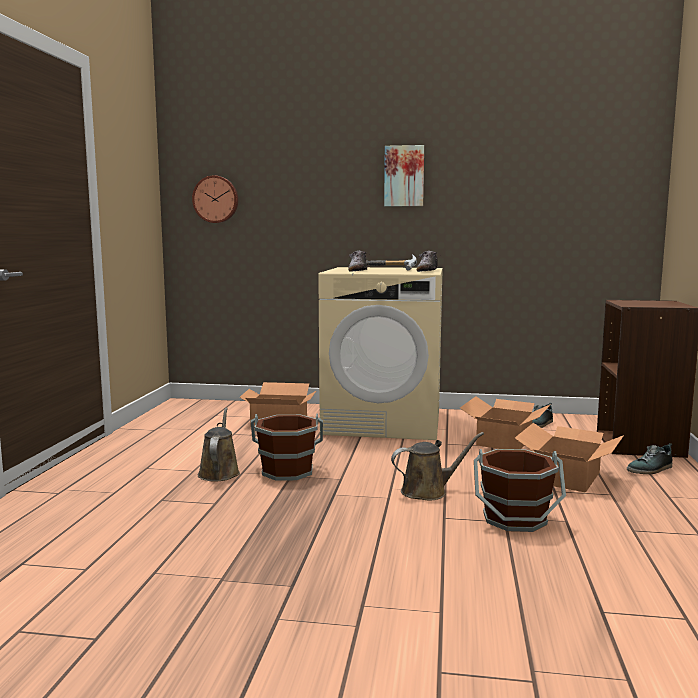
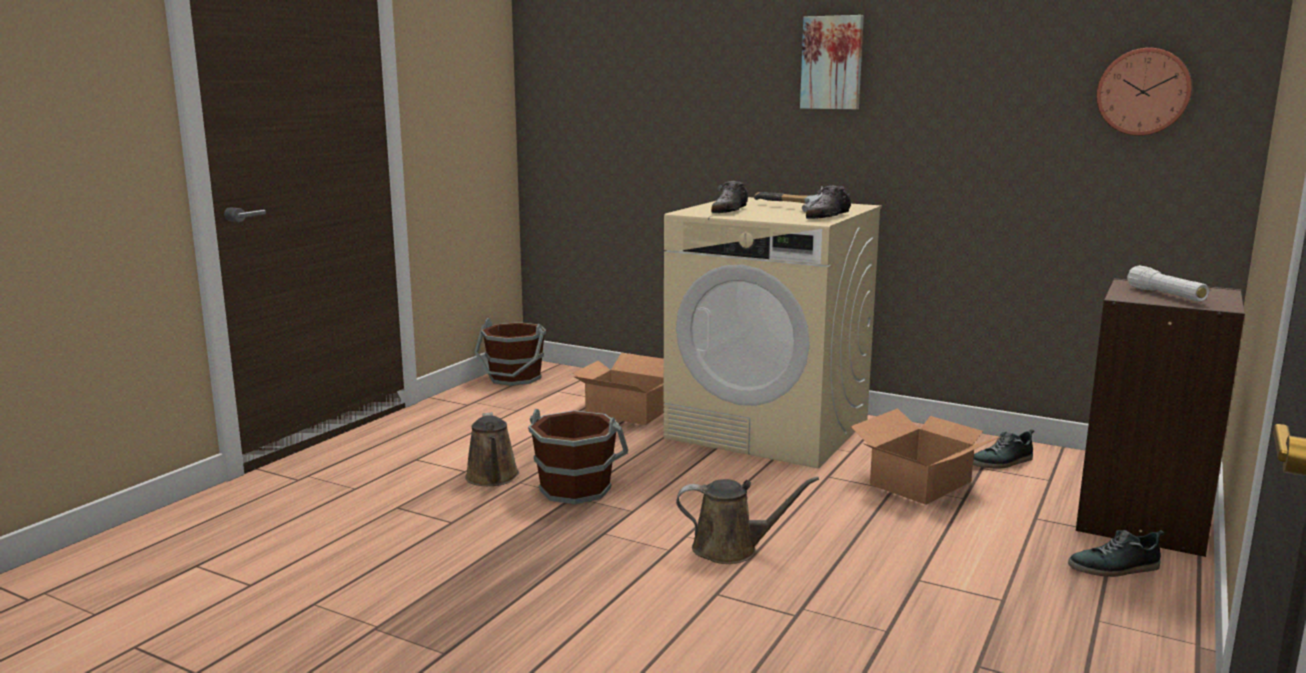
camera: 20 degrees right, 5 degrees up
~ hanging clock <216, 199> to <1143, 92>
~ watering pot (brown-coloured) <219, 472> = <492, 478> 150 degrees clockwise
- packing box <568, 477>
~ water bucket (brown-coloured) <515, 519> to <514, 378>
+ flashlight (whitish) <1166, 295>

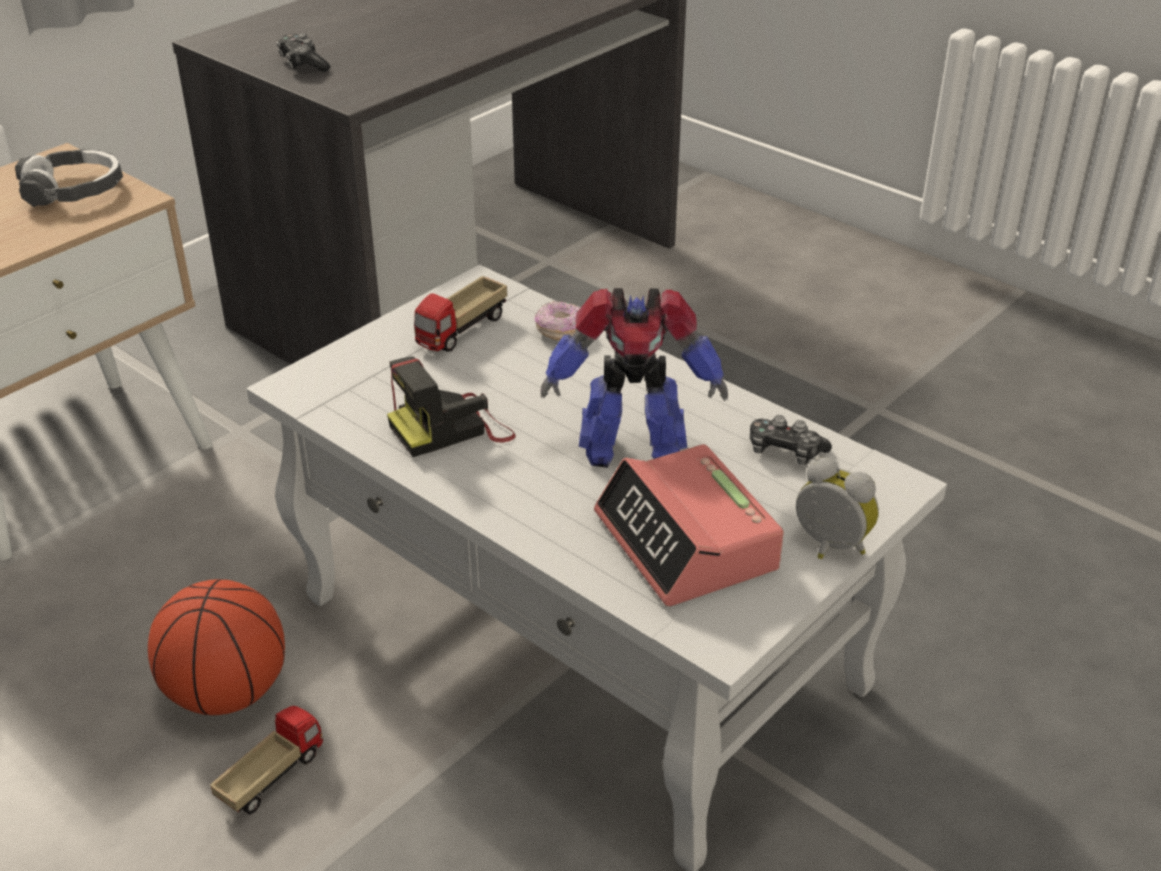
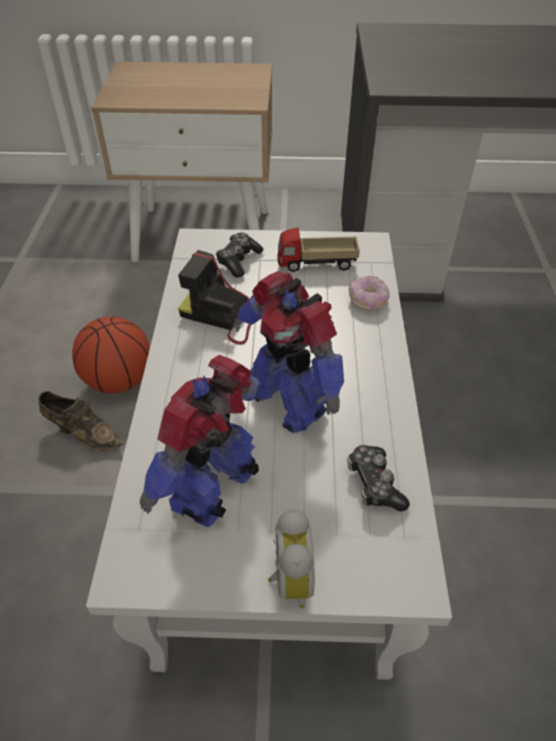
camera: 50 degrees right, 10 degrees up
~ joypad <303, 64> to <238, 261>
- pair of headphones <73, 190>
~ bedside clock <686, 542> to model robot <217, 488>
~ model truck <271, 776> to low shoe (brown-coloured) <82, 433>

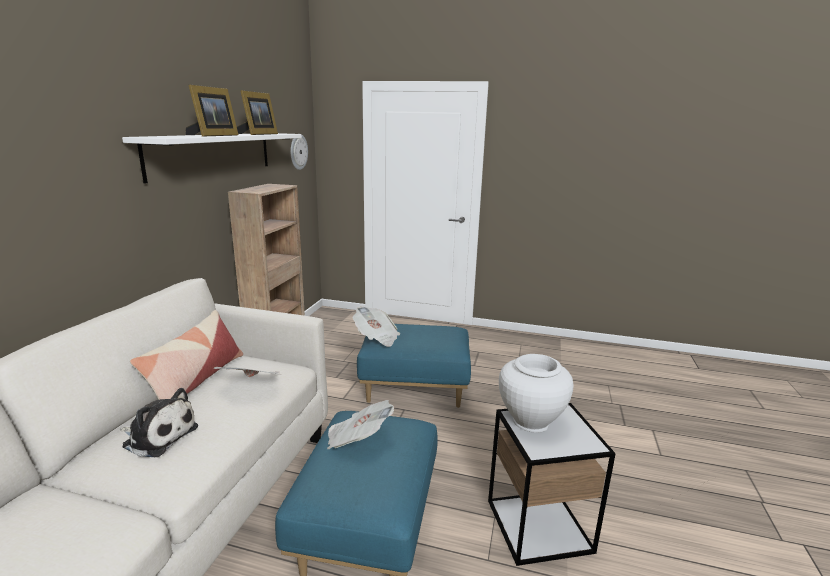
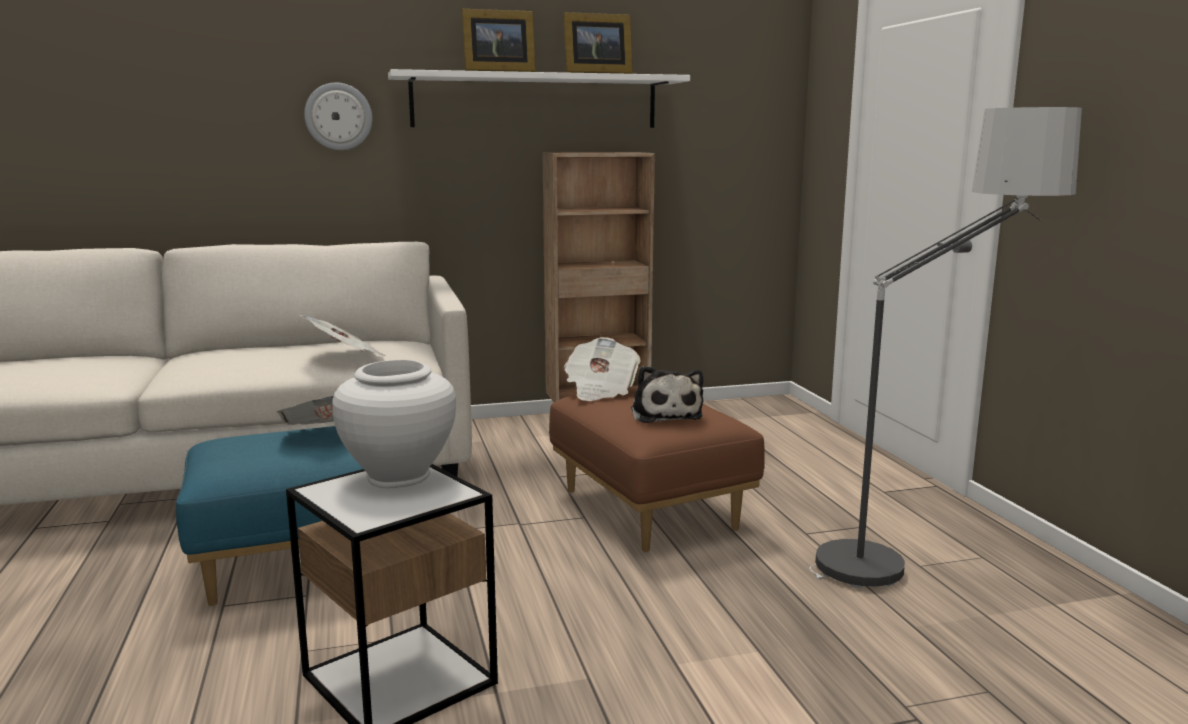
camera: 60 degrees right, 5 degrees down
~ hanging clock <298, 151> to <338, 116>
- pillow <196, 380>
~ ottoman (bluish) <415, 389> to ottoman (brown-coloured) <651, 510>
~ soft toy <158, 436> to <665, 414>
+ standard lamp <917, 559>

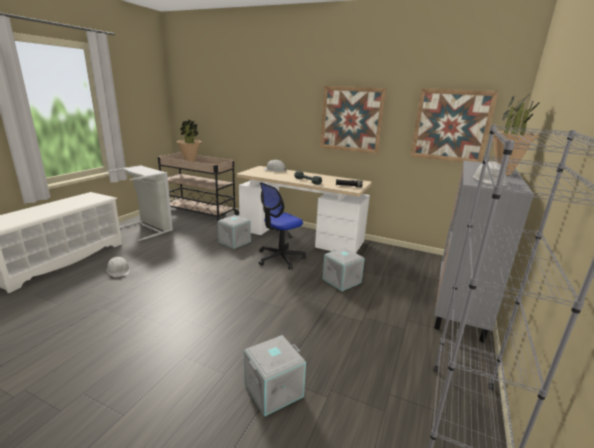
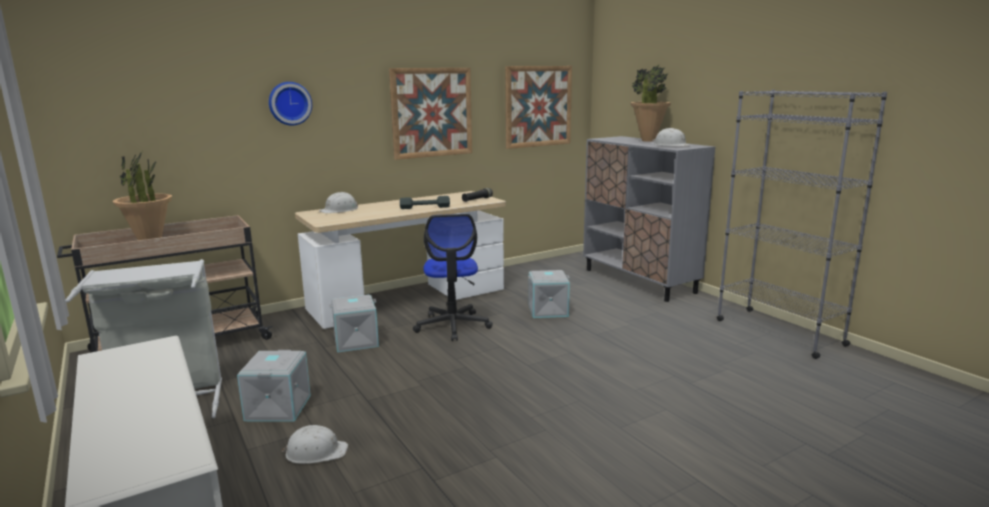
camera: 55 degrees left, 5 degrees down
~ storage container (gray) <273, 389> to <277, 407>
+ hanging clock <289, 103>

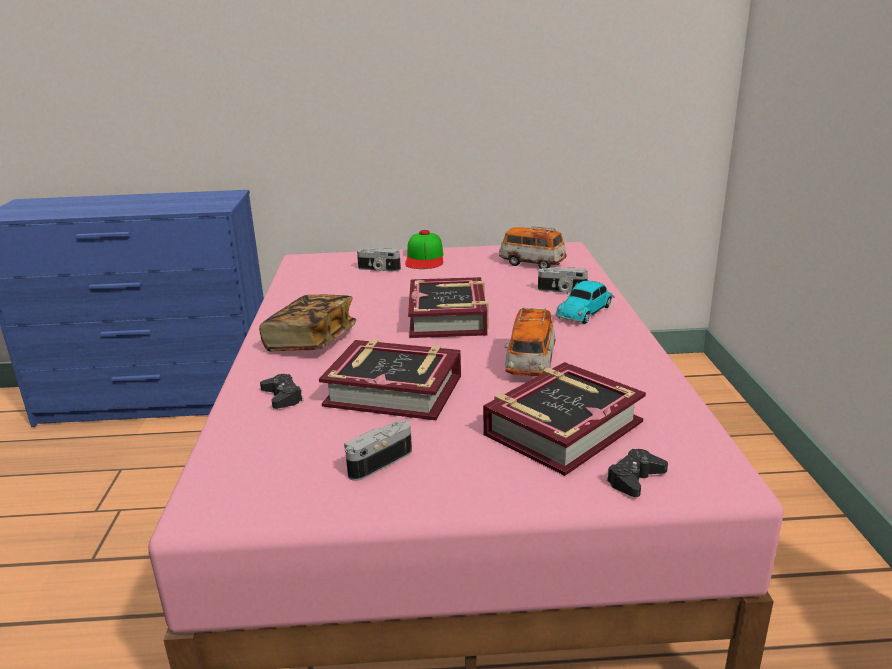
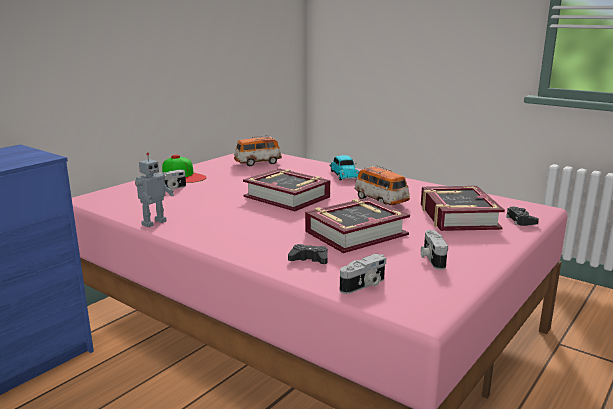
camera: 50 degrees left, 5 degrees down
~ photo camera <562, 290> to <364, 285>
- bound book <311, 341>
+ model robot <153, 222>

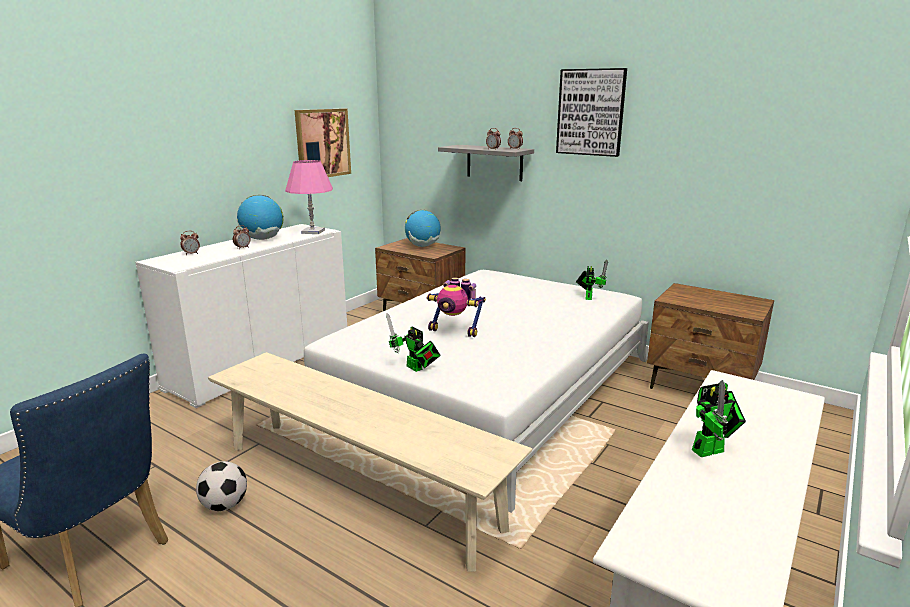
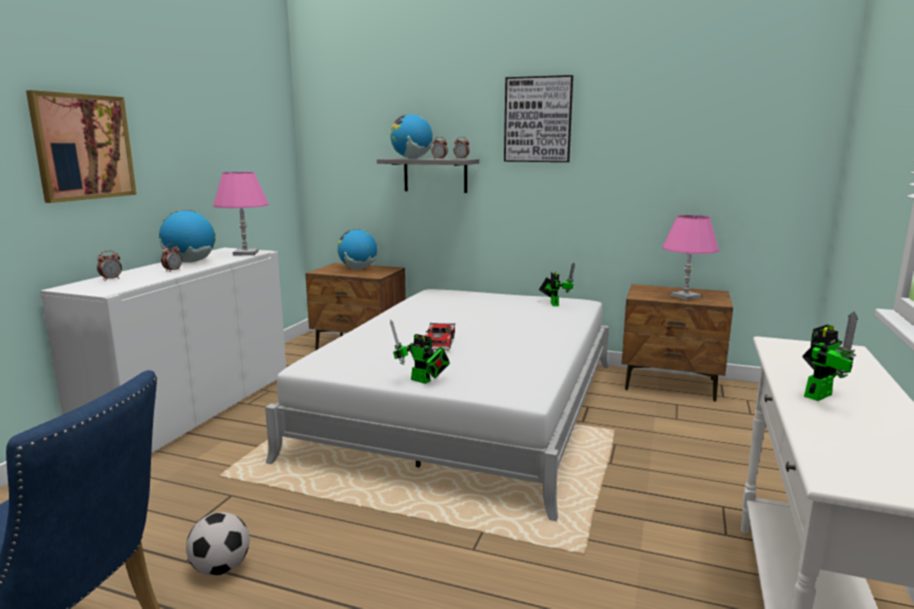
camera: 15 degrees left, 5 degrees down
~ wall picture <322, 143> to <83, 147>
~ model robot <455, 331> to model car <441, 343>
- indoor bench (sand-coloured) <357, 485>
+ globe <411, 158>
+ lamp for a table (pink-coloured) <685, 296>

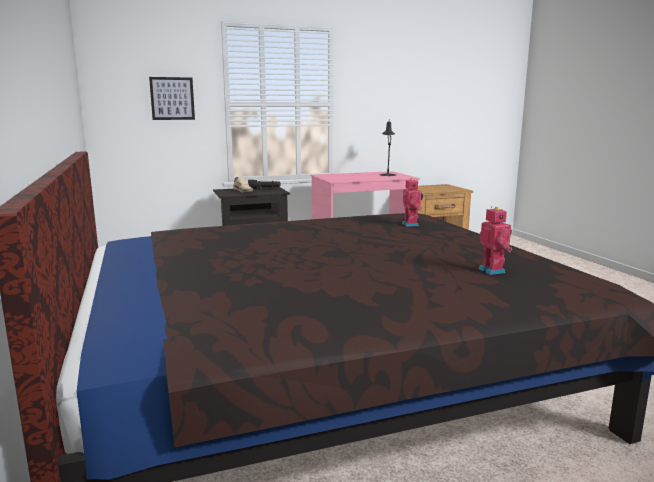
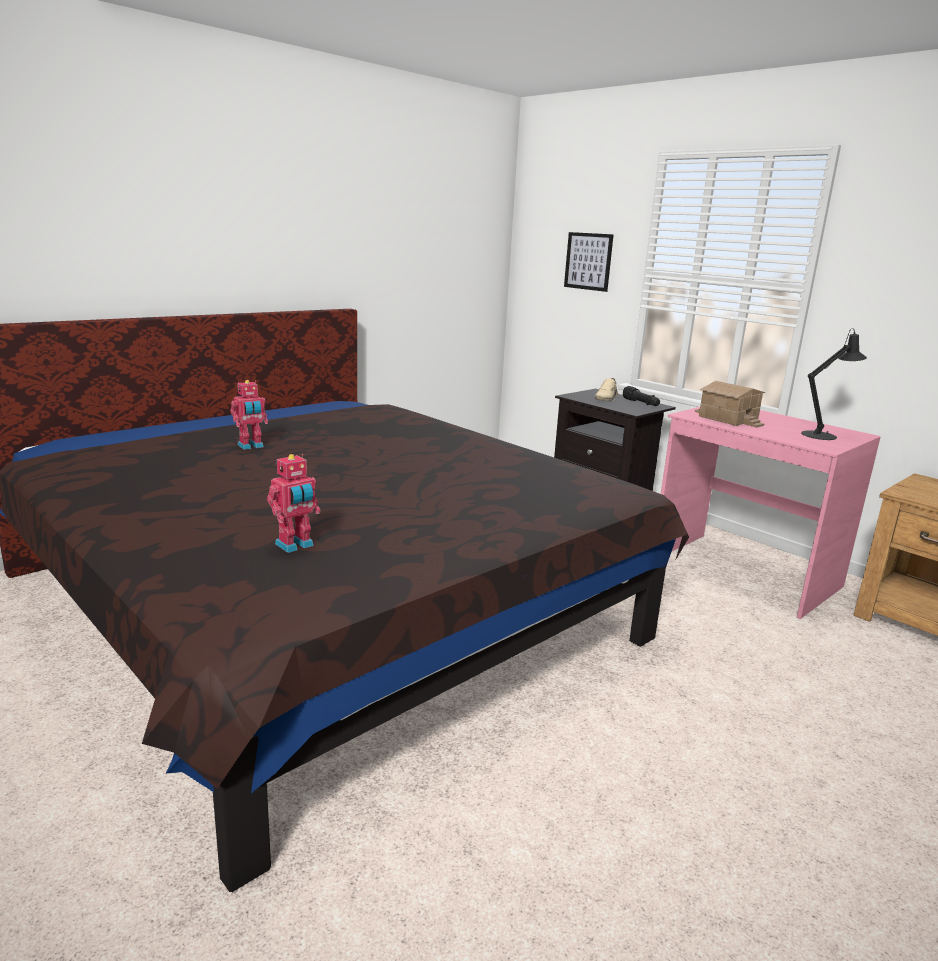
camera: 65 degrees right, 5 degrees up
~ model robot <411, 224> to <251, 446>
+ miniature house <727, 418>

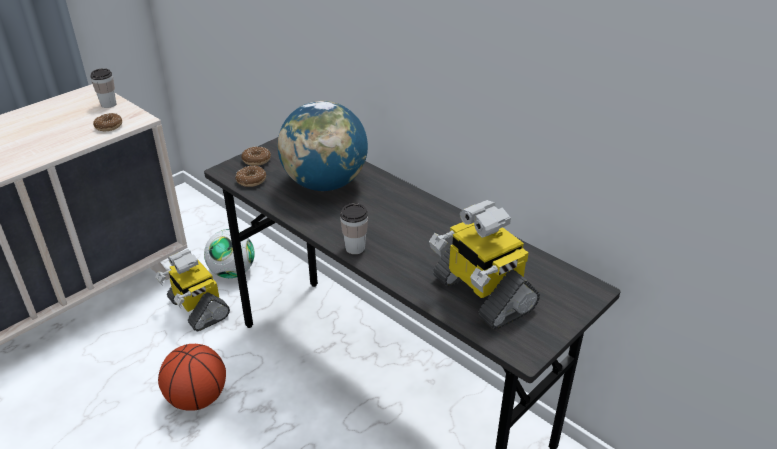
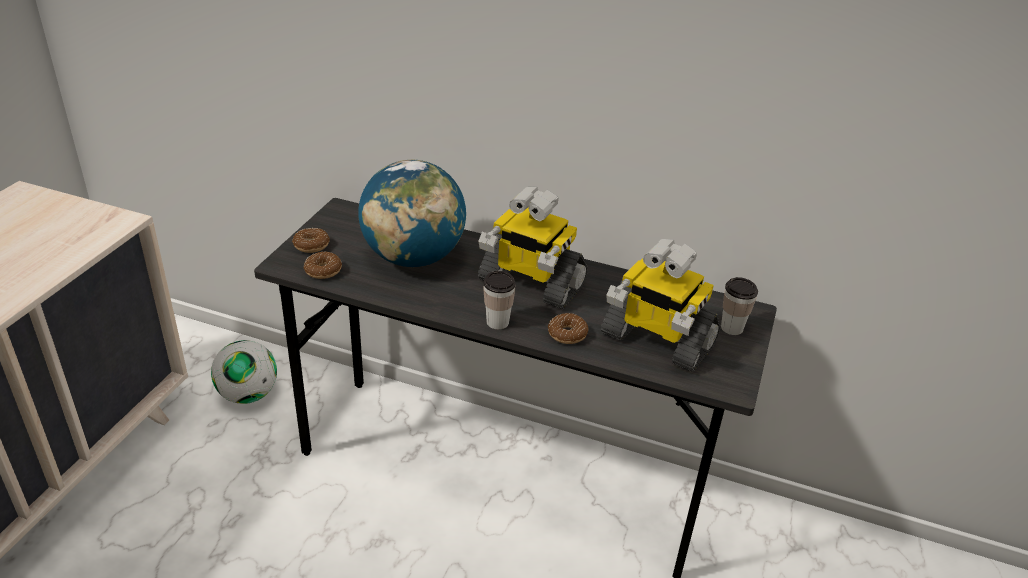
camera: 25 degrees left, 0 degrees up
~ drinking cup <108, 104> to <732, 328>
~ donut <109, 126> to <567, 334>
~ model robot <197, 308> to <530, 283>
- ball for basketball <197, 398>

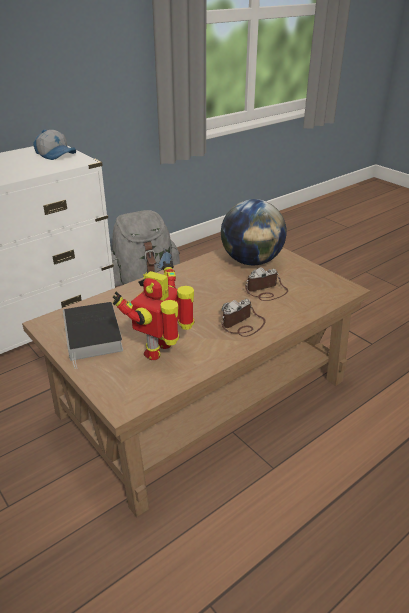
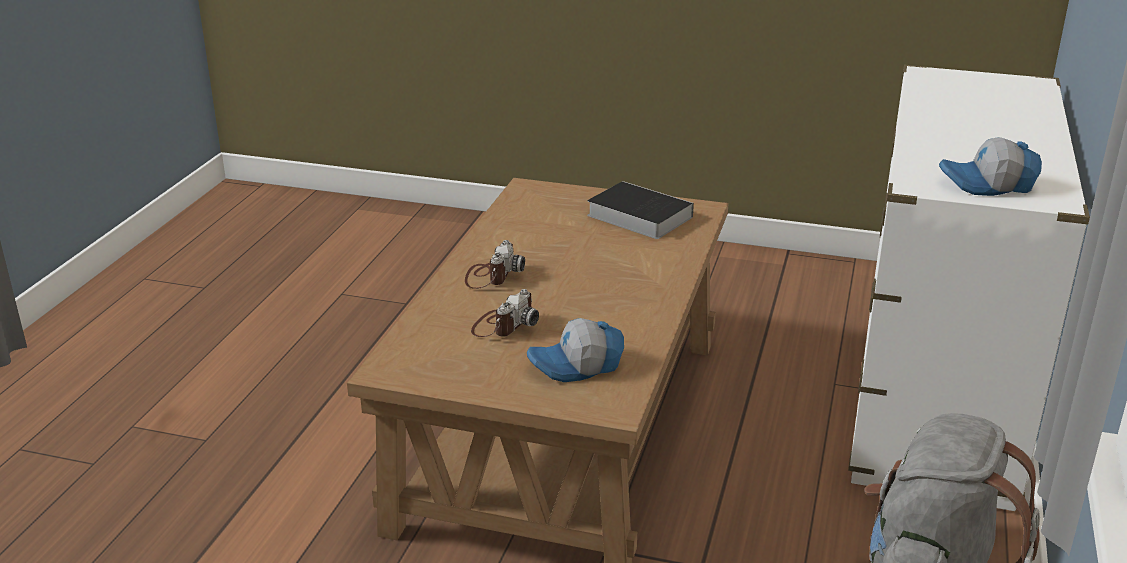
camera: 145 degrees right, 5 degrees down
~ globe <251, 261> to cap <577, 366>
- model robot <161, 350>

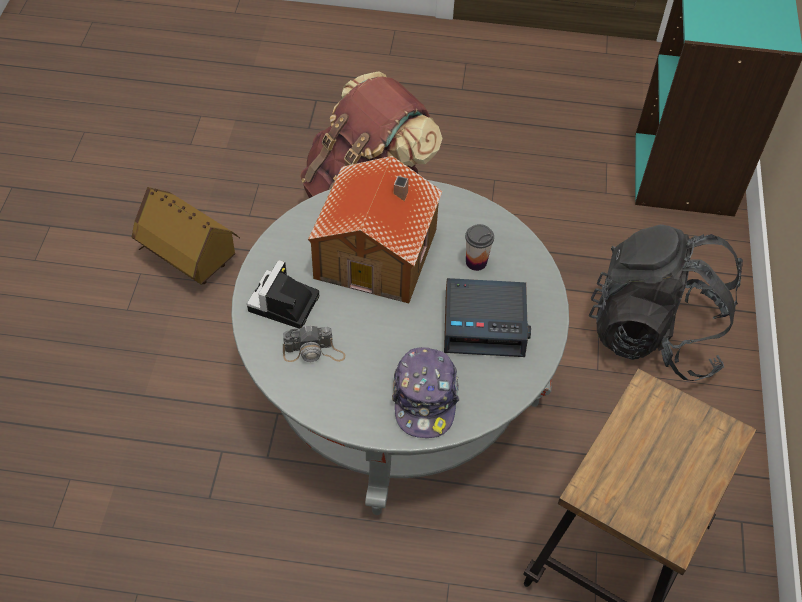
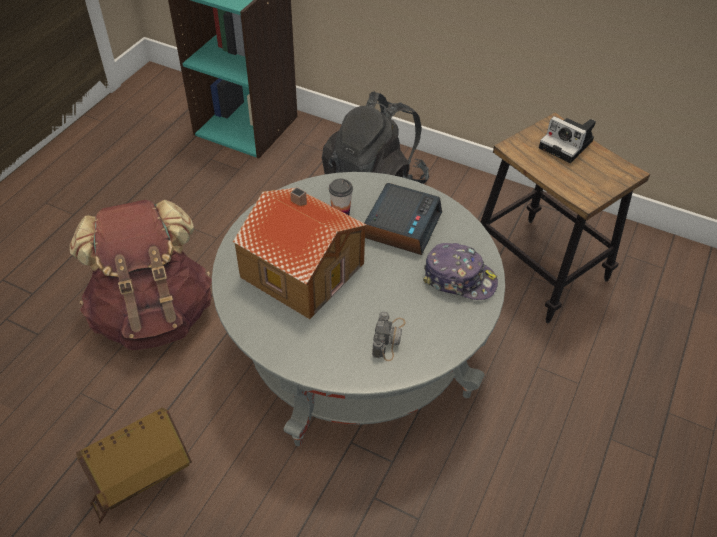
camera: 70 degrees left, 5 degrees down
~ photo camera <283, 305> to <568, 145>

